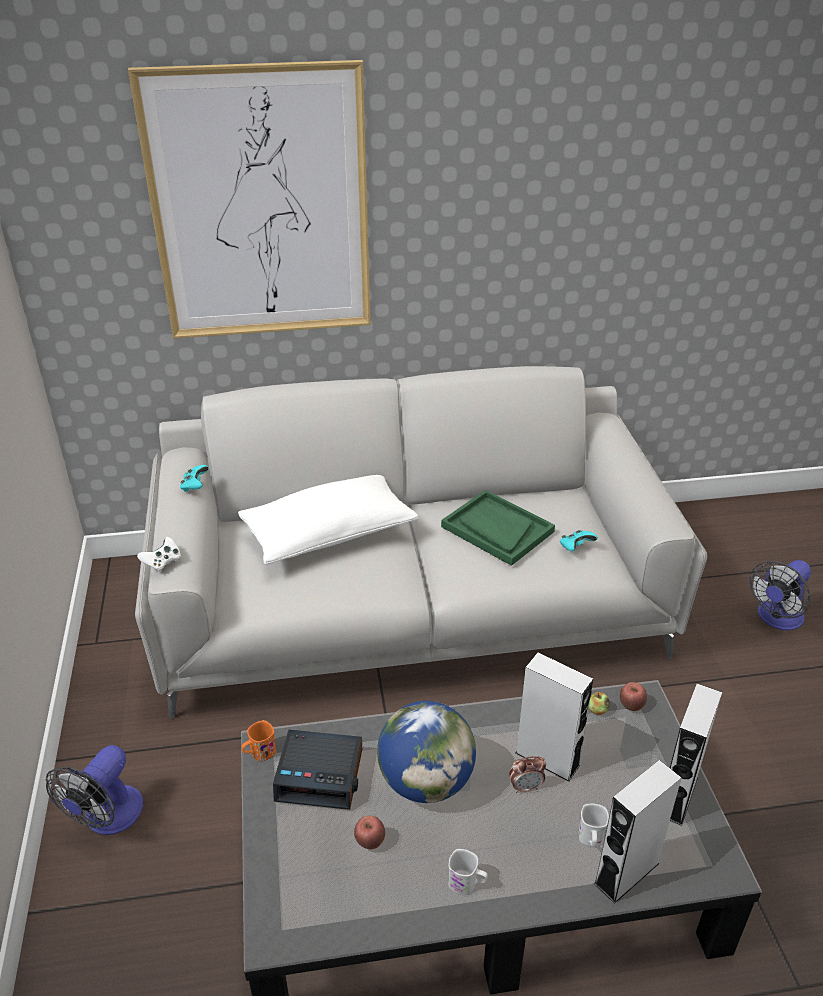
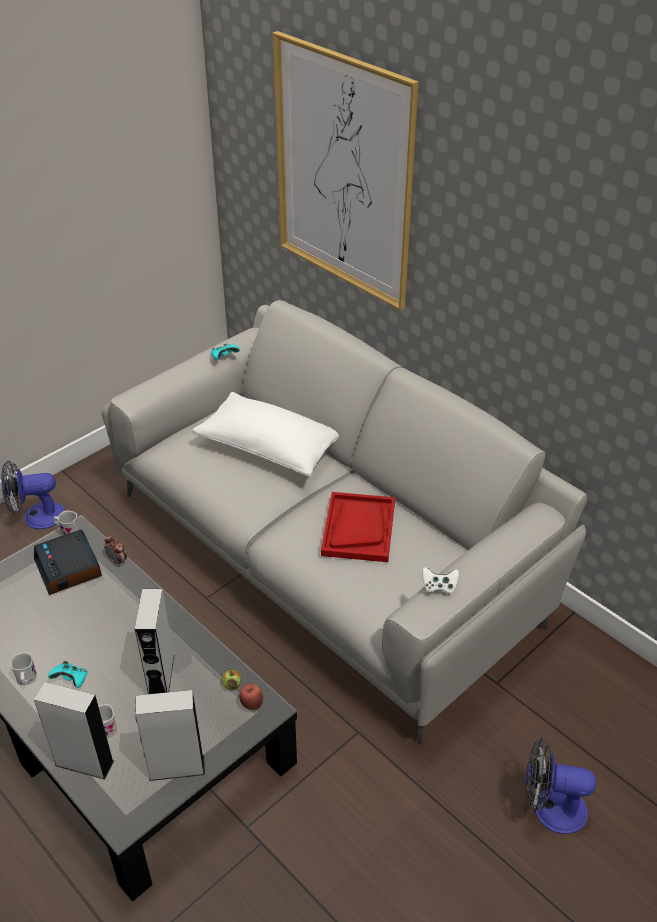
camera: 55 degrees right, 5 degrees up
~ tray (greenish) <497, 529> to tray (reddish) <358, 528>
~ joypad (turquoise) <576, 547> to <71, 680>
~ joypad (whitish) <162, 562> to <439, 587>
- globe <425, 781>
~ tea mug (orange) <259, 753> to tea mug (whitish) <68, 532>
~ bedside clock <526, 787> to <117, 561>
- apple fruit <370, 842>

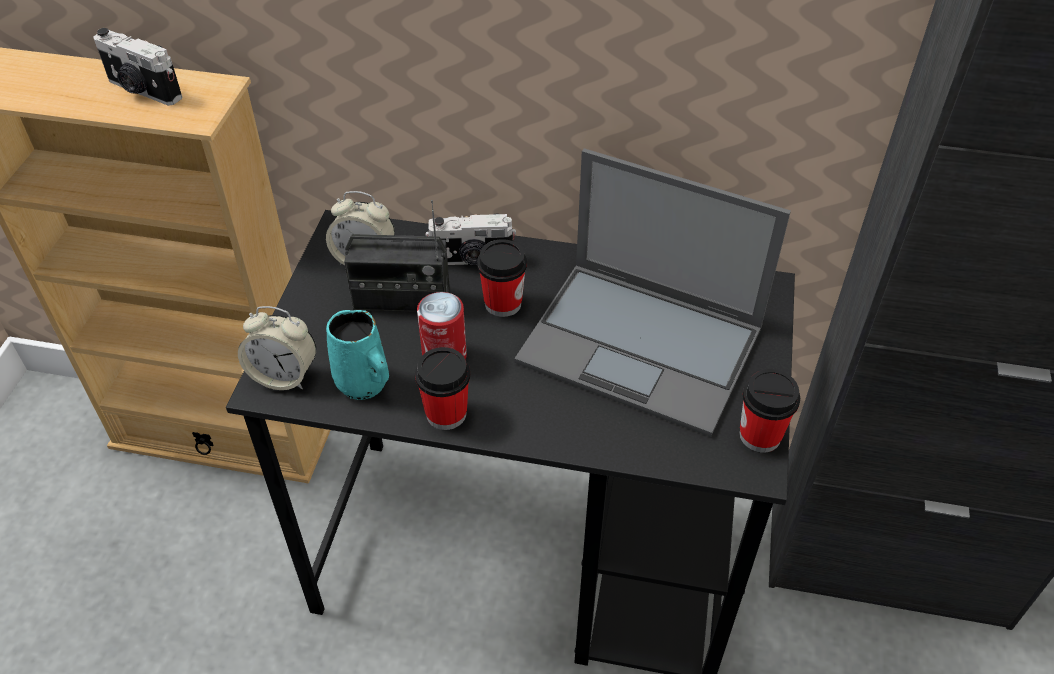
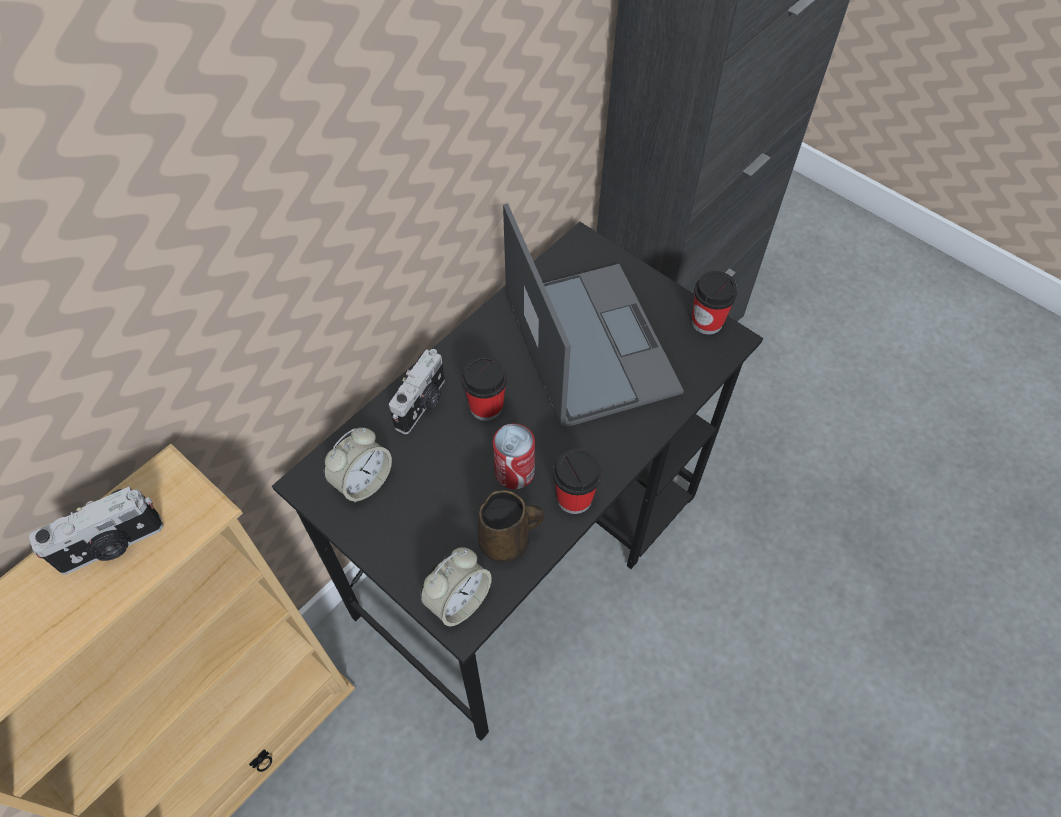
camera: 60 degrees left, 10 degrees up
~ laptop <643, 346> = <588, 342> 75 degrees counterclockwise
- radio <401, 299>
~ tea mug (turquoise) <364, 384> to tea mug (brown-coloured) <507, 542>

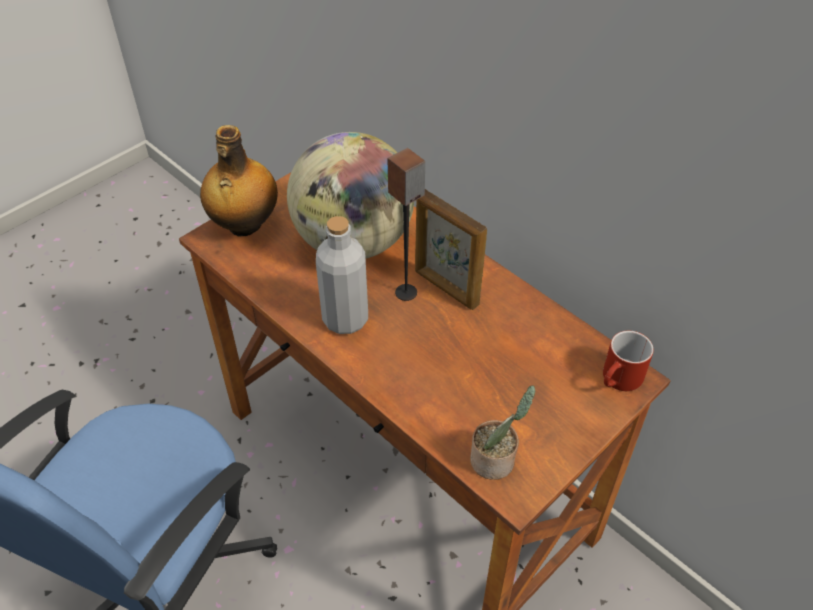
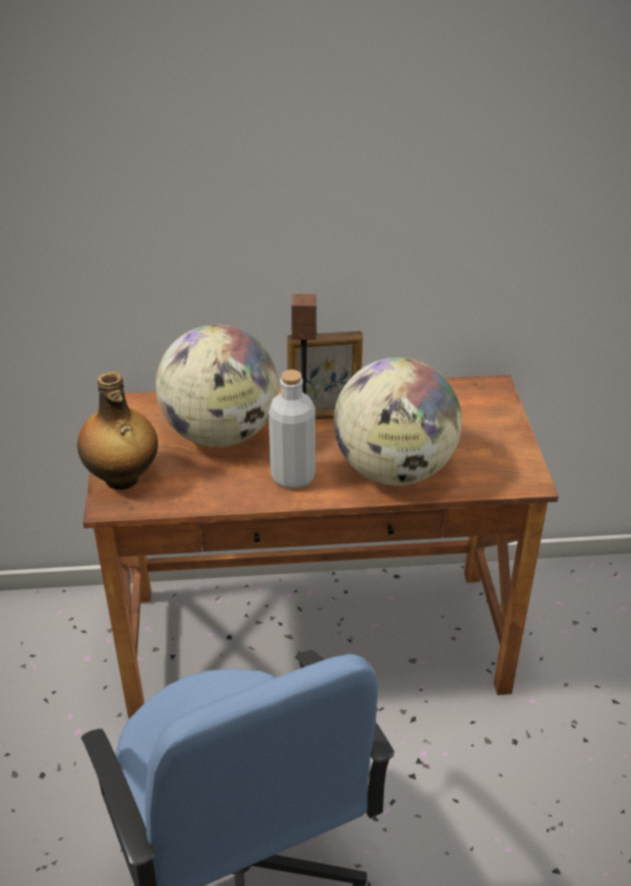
camera: 50 degrees left, 10 degrees down
- tea mug (reddish) <619, 381>
- plant in a pot <496, 460>
+ globe <394, 470>

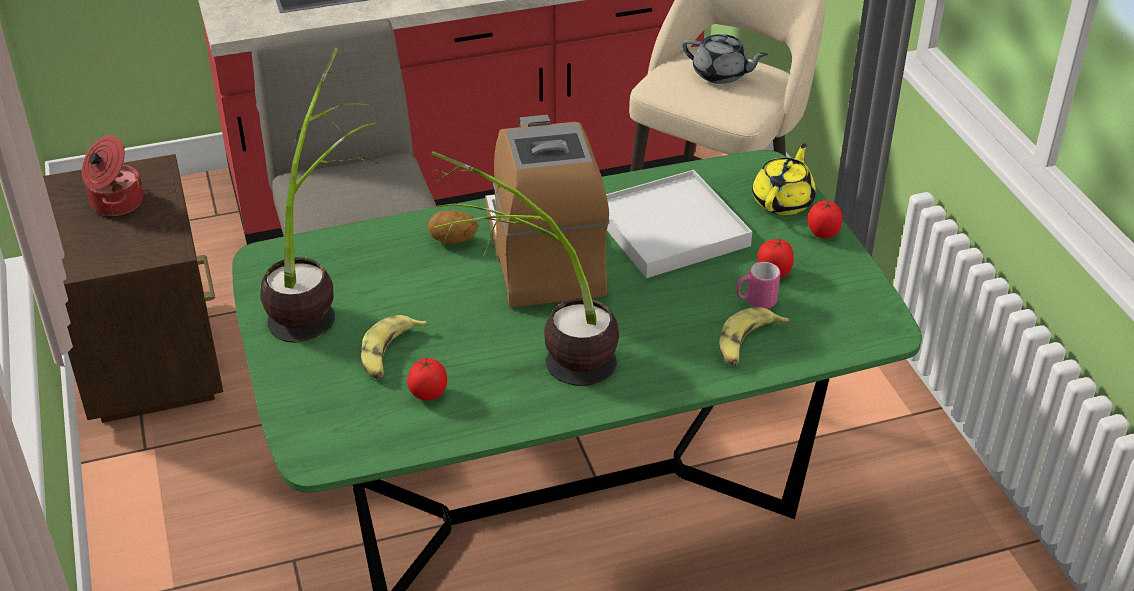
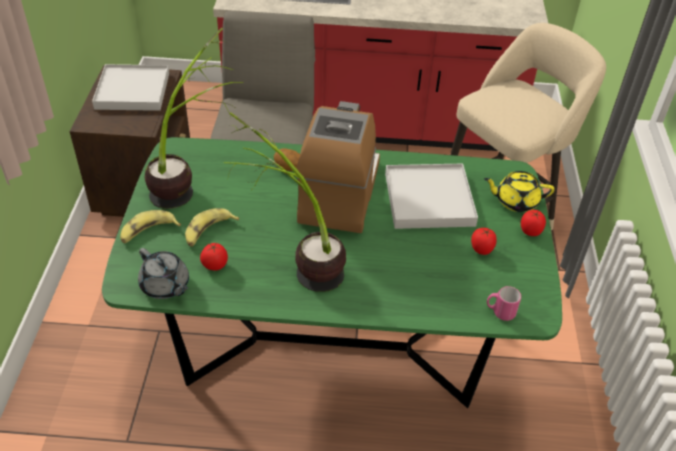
camera: 20 degrees right, 5 degrees up
~ pot for tea (gray) <721, 74> to <165, 286>
~ saucepot <115, 203> to tray (whitish) <132, 91>
~ pot for tea (yellow) <783, 201> = <515, 201> 135 degrees counterclockwise
~ tea mug (pink-coloured) <755, 301> to <500, 312>
~ whole banana <747, 344> to <148, 232>

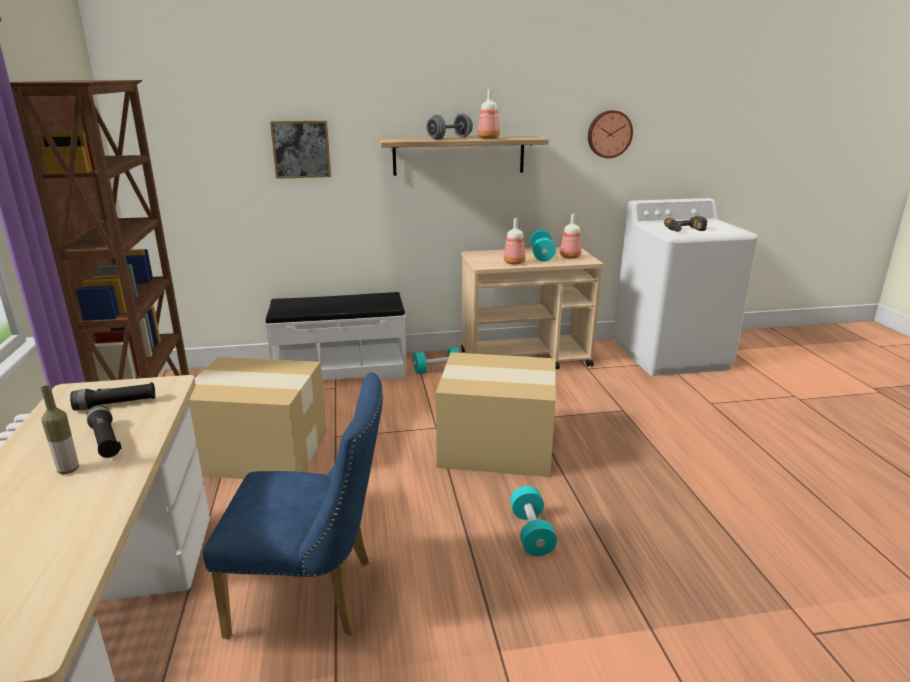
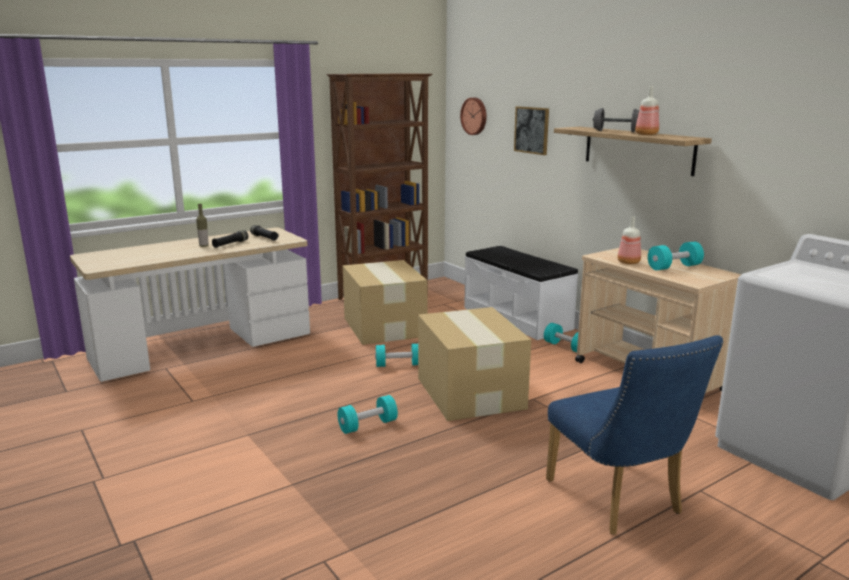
camera: 65 degrees right, 5 degrees down
~ hanging clock <609, 134> to <475, 116>
- beverage bottle <570, 257>
- power drill <686, 230>
~ upright chair (bluish) <314, 597> to <619, 502>
+ hand weight (turquoise) <398, 365>

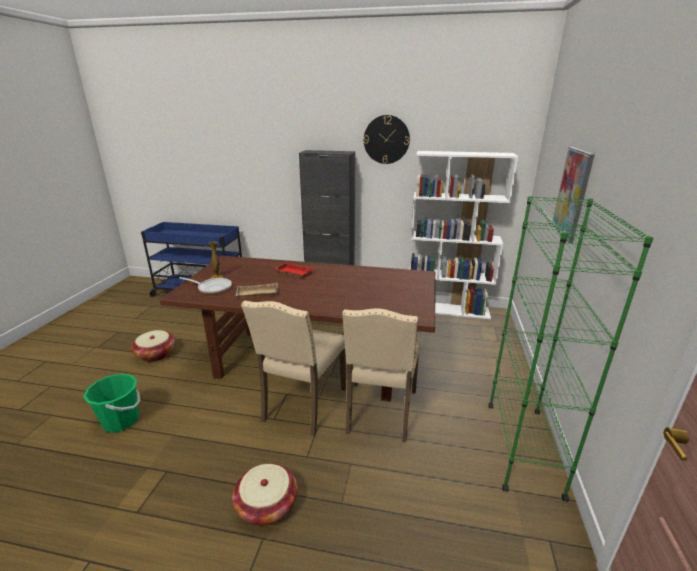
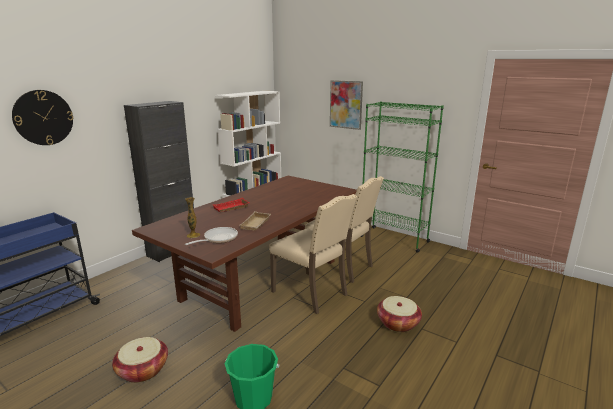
camera: 65 degrees left, 5 degrees down
~ hanging clock <386, 139> to <43, 117>

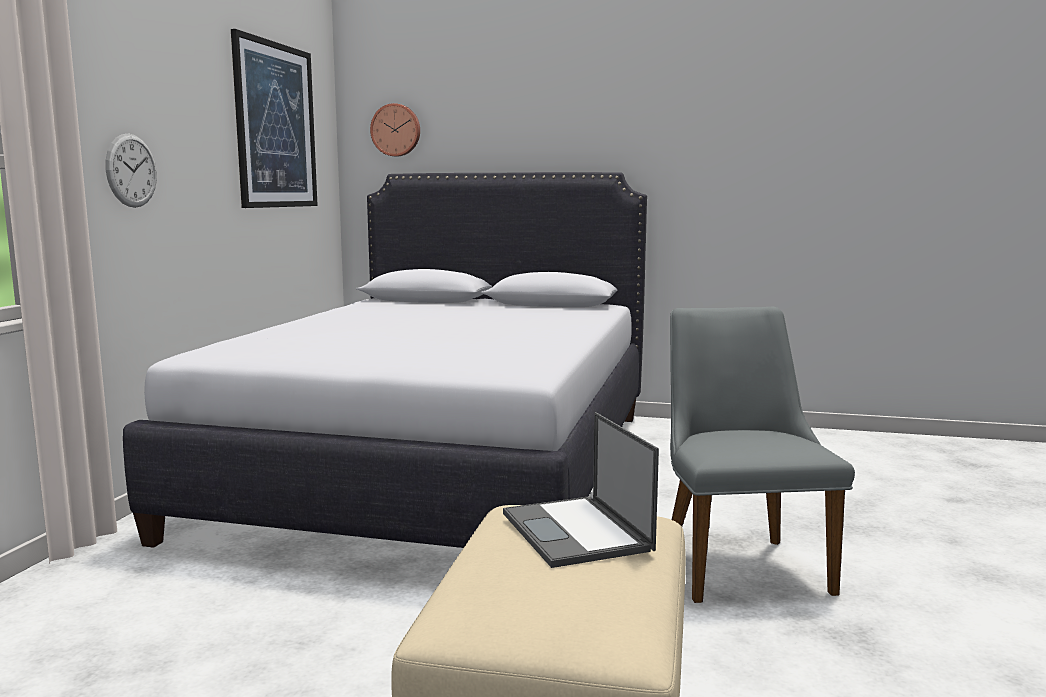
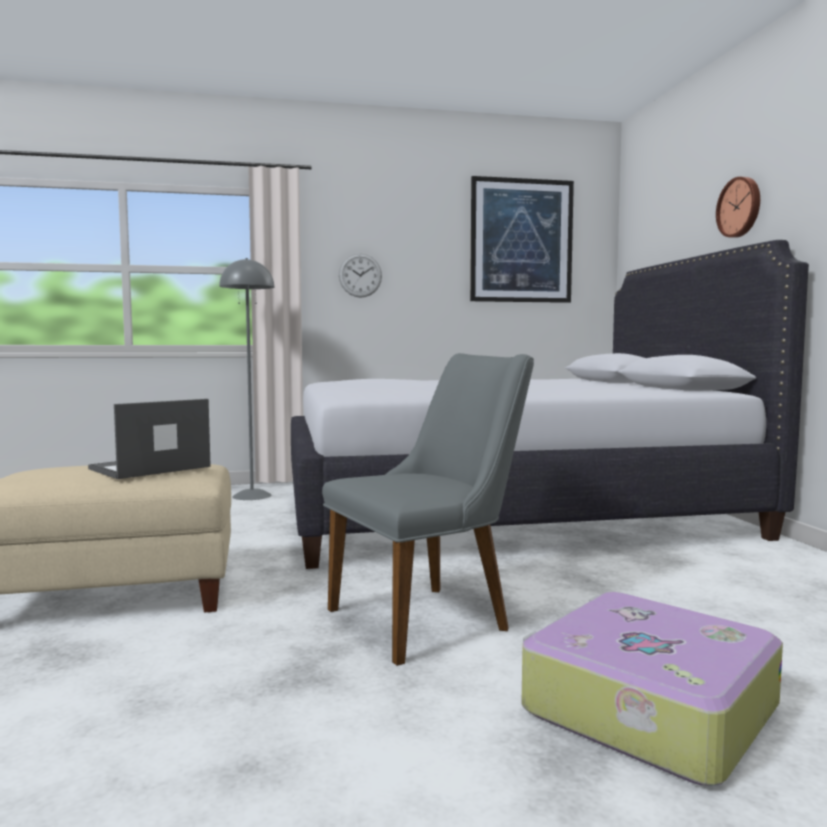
camera: 65 degrees right, 5 degrees down
~ hanging clock <396, 130> to <740, 207>
+ standard lamp (gray) <252, 495>
+ travel case <646, 708>

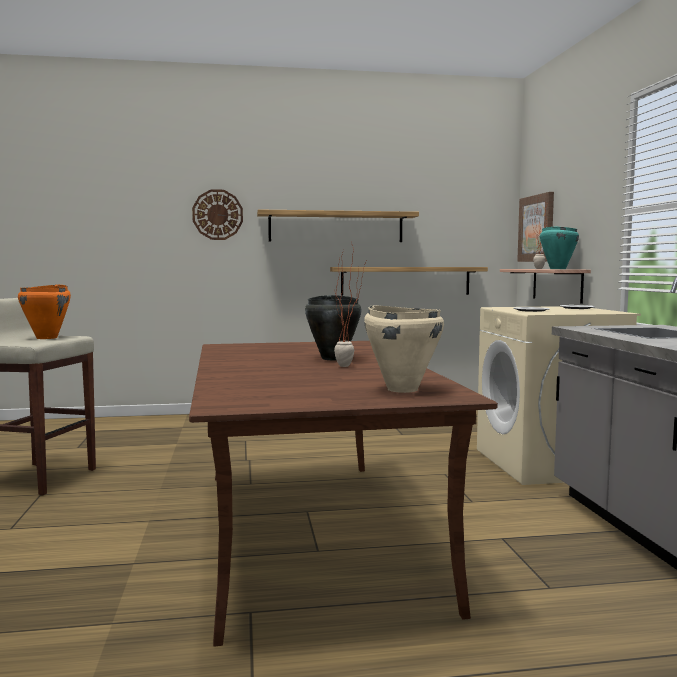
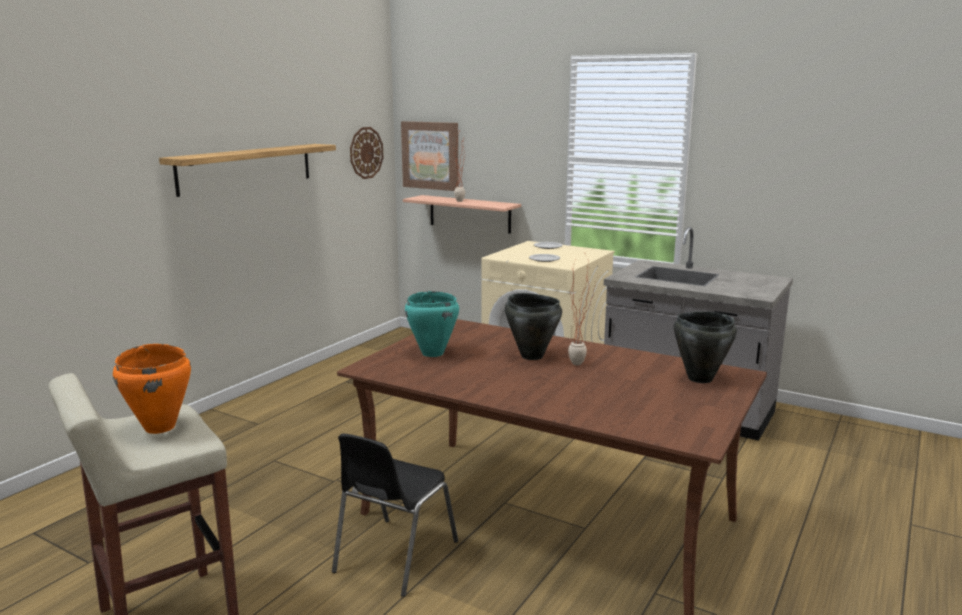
camera: 50 degrees left, 10 degrees up
~ hanging clock <217, 214> to <366, 153>
~ saucepot (turquoise) <557, 269> to <432, 353>
- wall shelf <405, 281>
~ saucepot (sand-coloured) <402, 389> to saucepot (black) <699, 378>
+ upright chair (black) <393, 557>

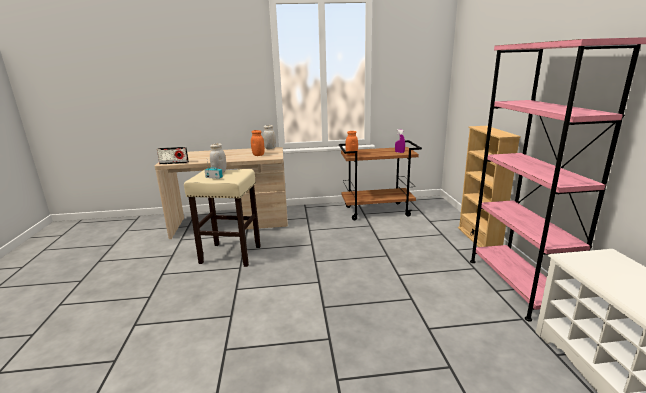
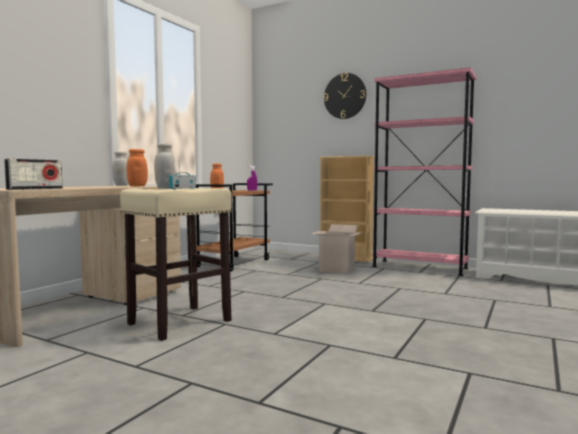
camera: 55 degrees left, 15 degrees down
+ hanging clock <345, 96>
+ packing box <337, 269>

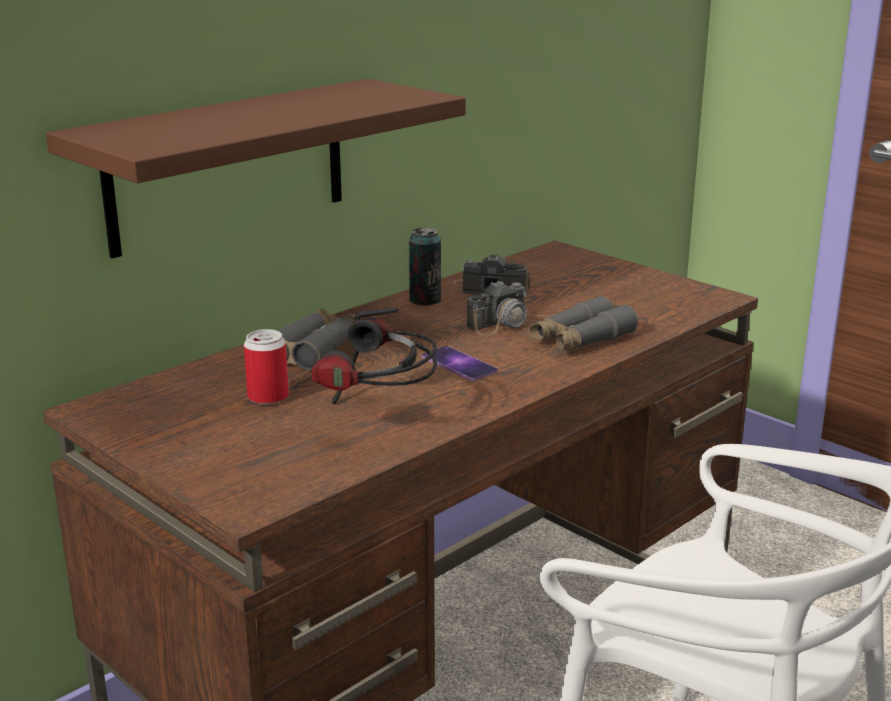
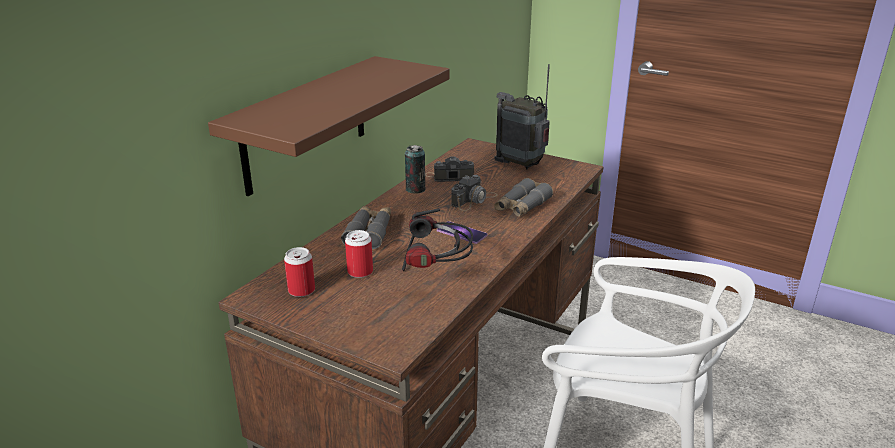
camera: 15 degrees left, 5 degrees up
+ radio <521, 165>
+ can <301, 290>

